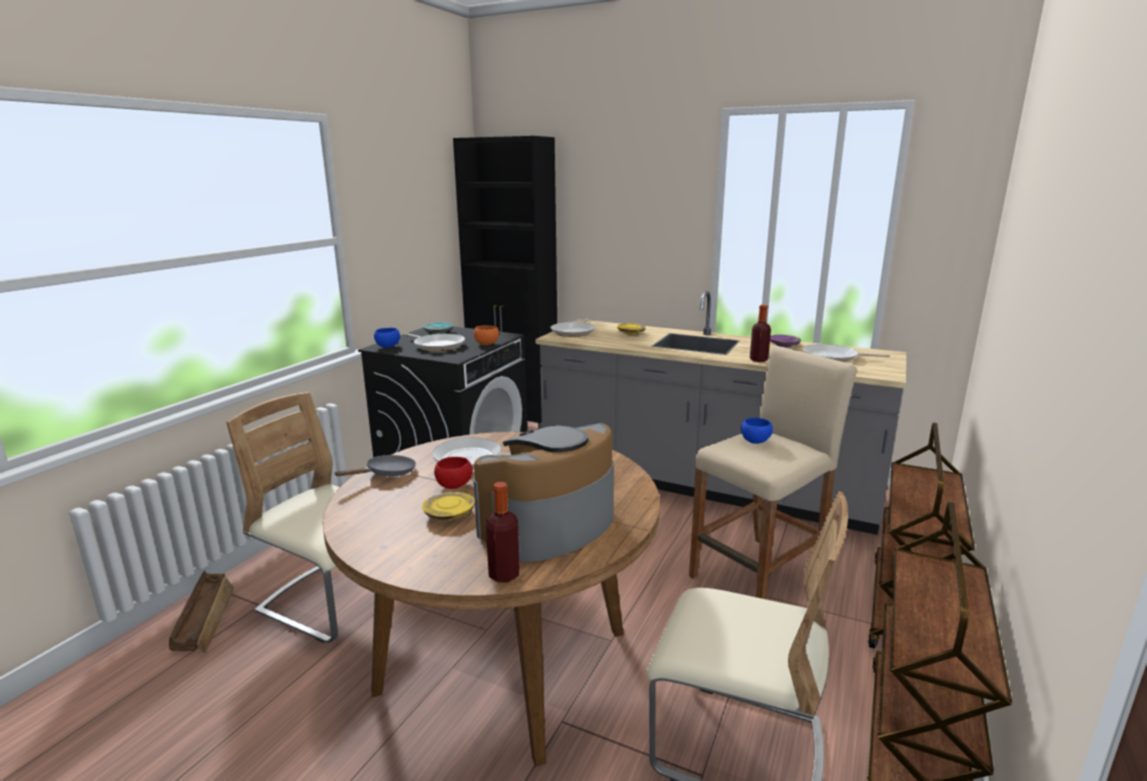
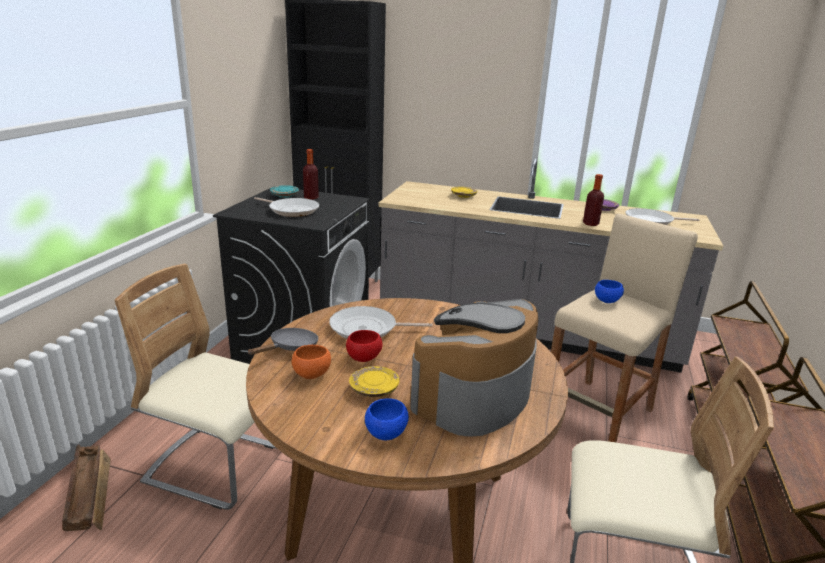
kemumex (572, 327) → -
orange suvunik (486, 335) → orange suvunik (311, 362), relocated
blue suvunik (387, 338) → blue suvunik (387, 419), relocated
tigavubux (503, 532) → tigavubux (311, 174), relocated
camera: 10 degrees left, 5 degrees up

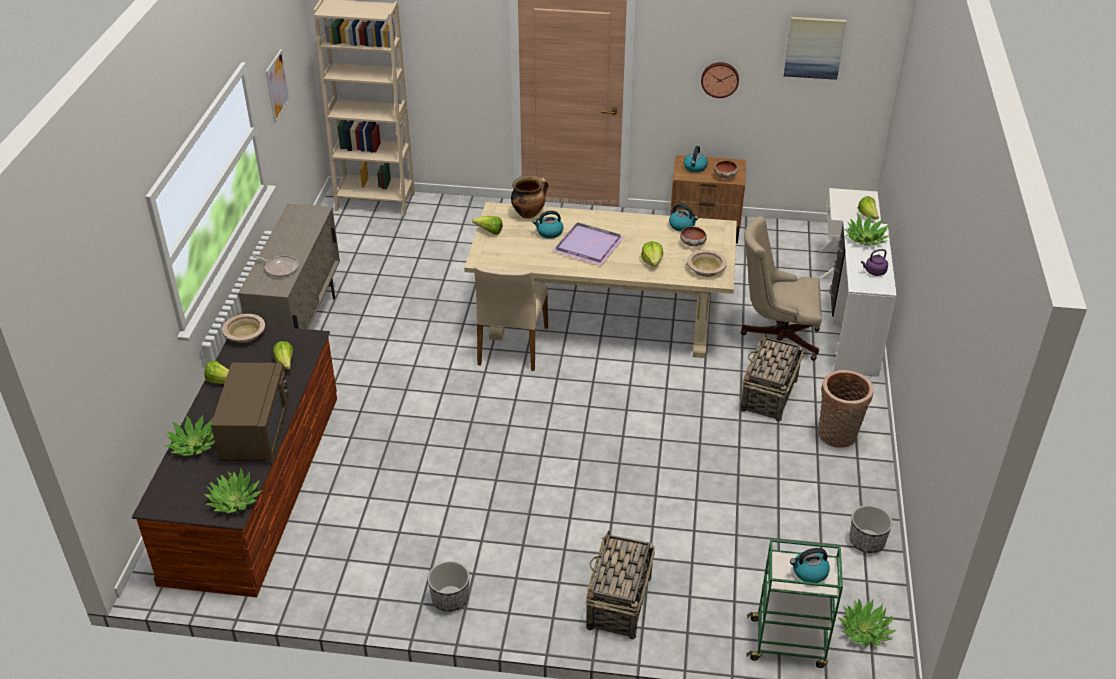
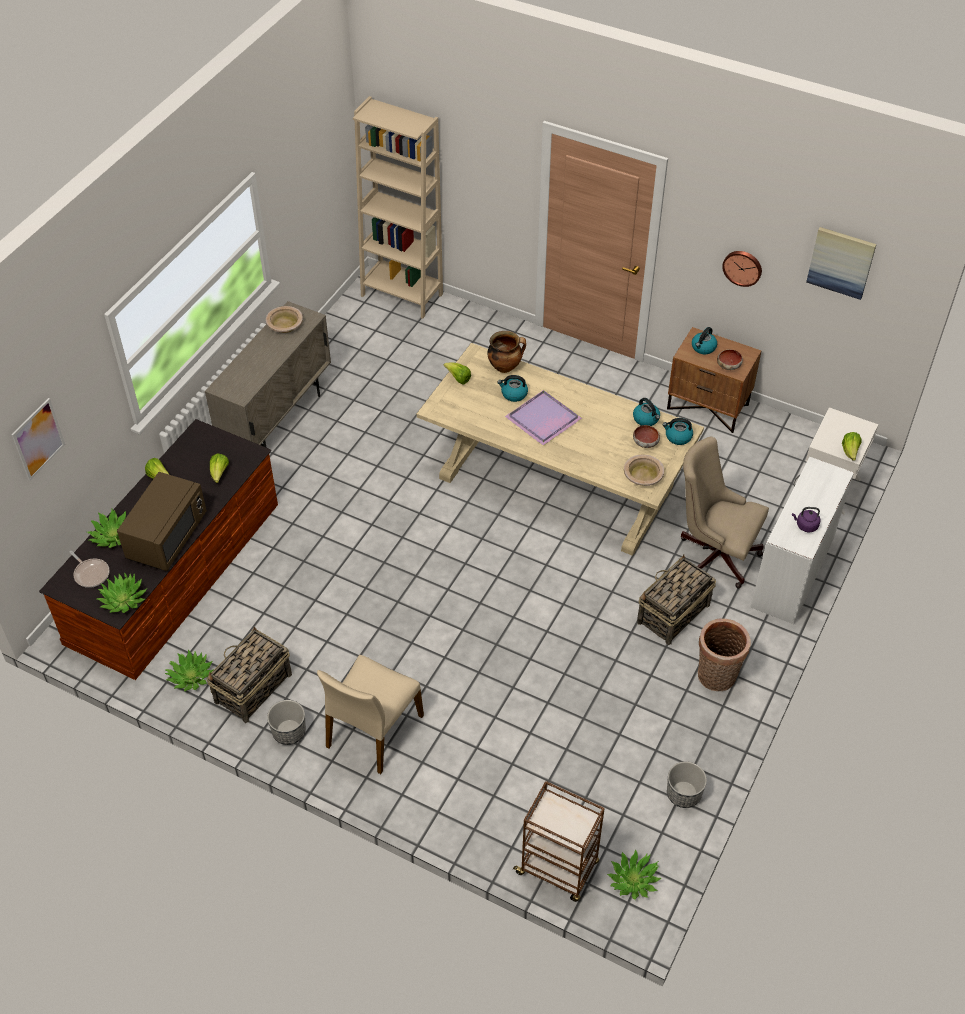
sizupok (278, 86) → sizupok (38, 439), relocated
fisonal (867, 230) → fisonal (189, 670), relocated
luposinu (652, 253) → -
kemumex (275, 266) → kemumex (89, 569), relocated
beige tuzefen (511, 318) → beige tuzefen (370, 714), relocated
beige suvunik (243, 328) → beige suvunik (284, 319), relocated
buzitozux (620, 585) → buzitozux (249, 675), relocated
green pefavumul (794, 603) → brown pefavumul (558, 841)
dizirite (810, 565) → dizirite (677, 431), relocated
camera: 20 degrees right, 10 degrees up

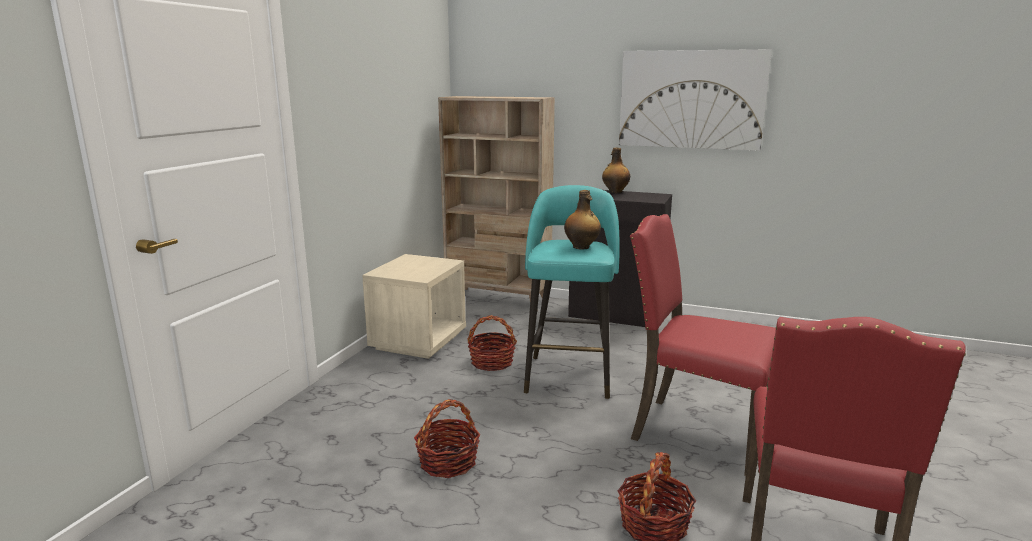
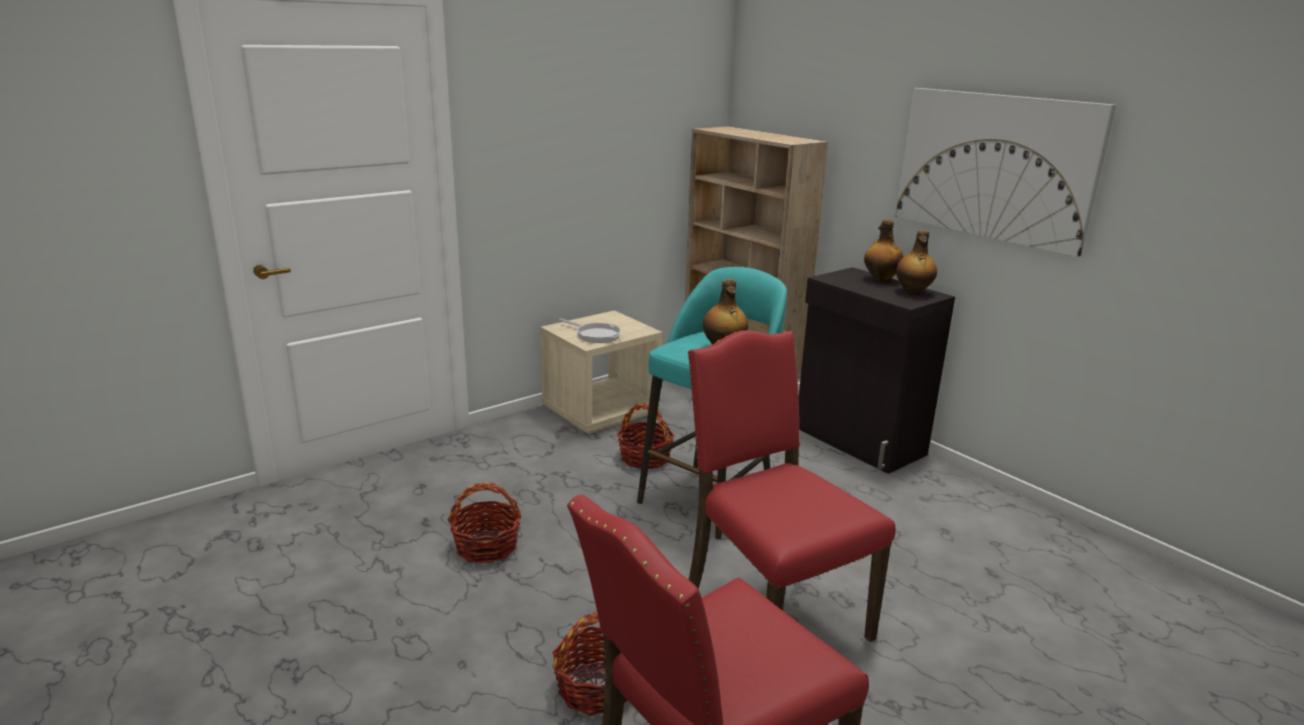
- → tigavubux (916, 262)
- → kemumex (590, 330)
camera: 30 degrees right, 5 degrees up

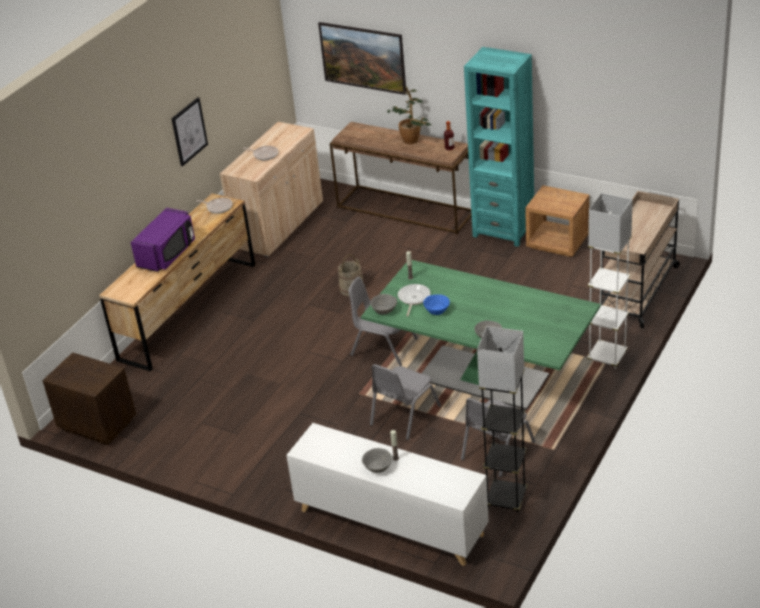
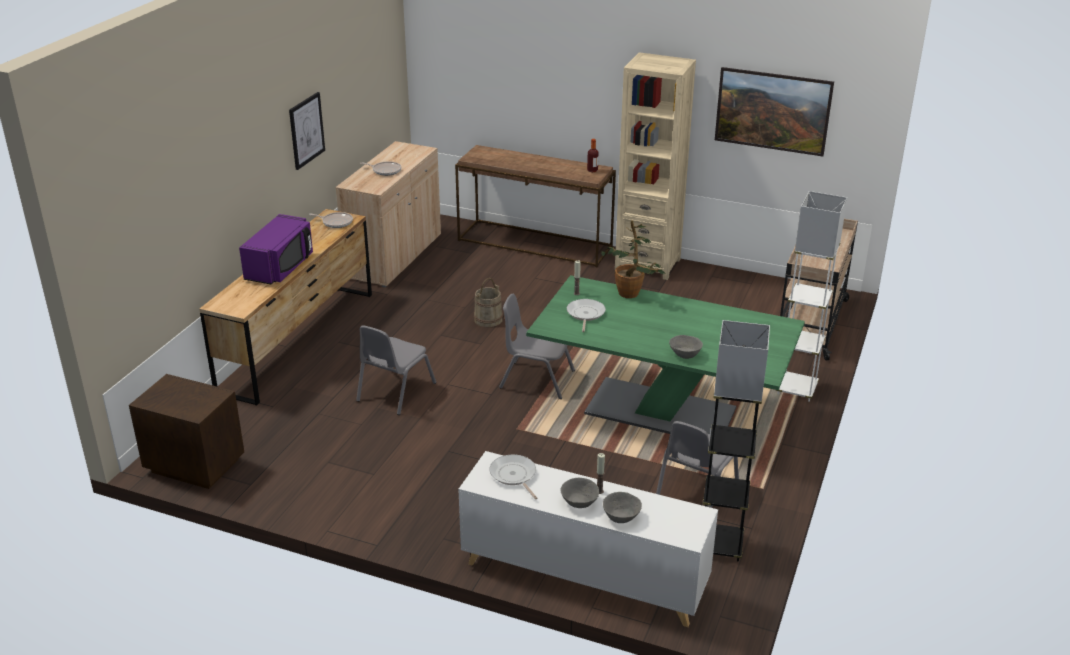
sizupok (362, 58) → sizupok (774, 111), relocated
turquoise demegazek (499, 147) → beige demegazek (655, 166)
fisonal (409, 115) → fisonal (633, 259), relocated
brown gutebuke (557, 221) → -
grey suvunik (383, 304) → grey suvunik (622, 507), relocated
blue suvunik (436, 304) → -
grey tuzefen (405, 402) → grey tuzefen (396, 370), relocated
- → kemumex (513, 477)
camera: 10 degrees left, 5 degrees down

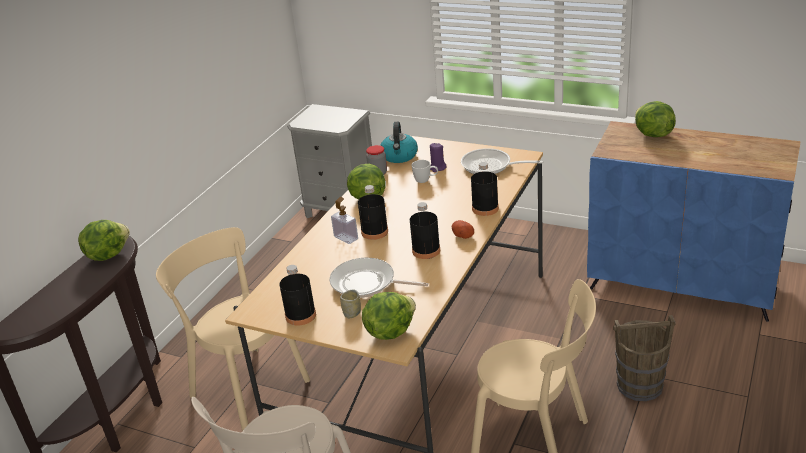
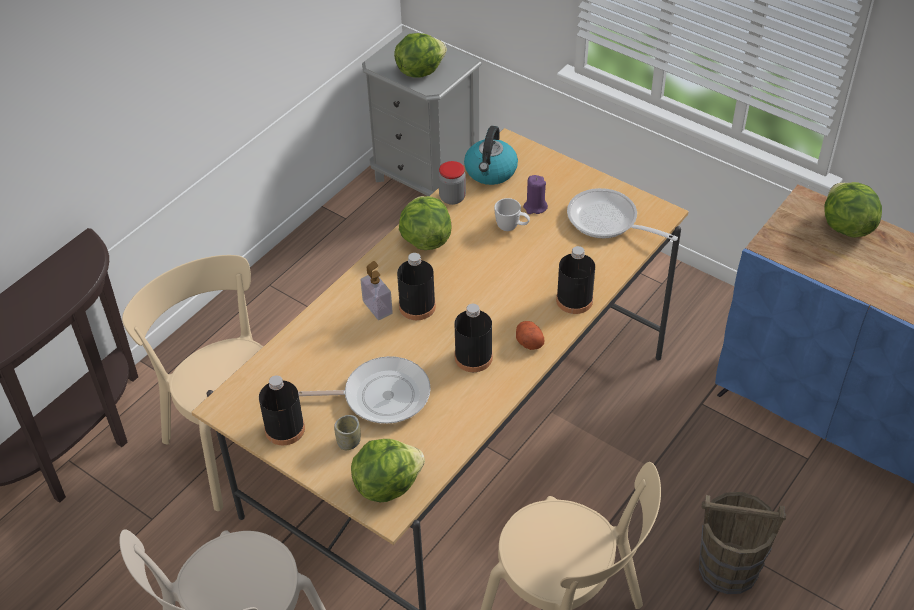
luposinu (104, 240) → luposinu (420, 55), relocated
kemumex (378, 278) → kemumex (364, 390), 150 degrees clockwise
camera: 10 degrees right, 15 degrees up

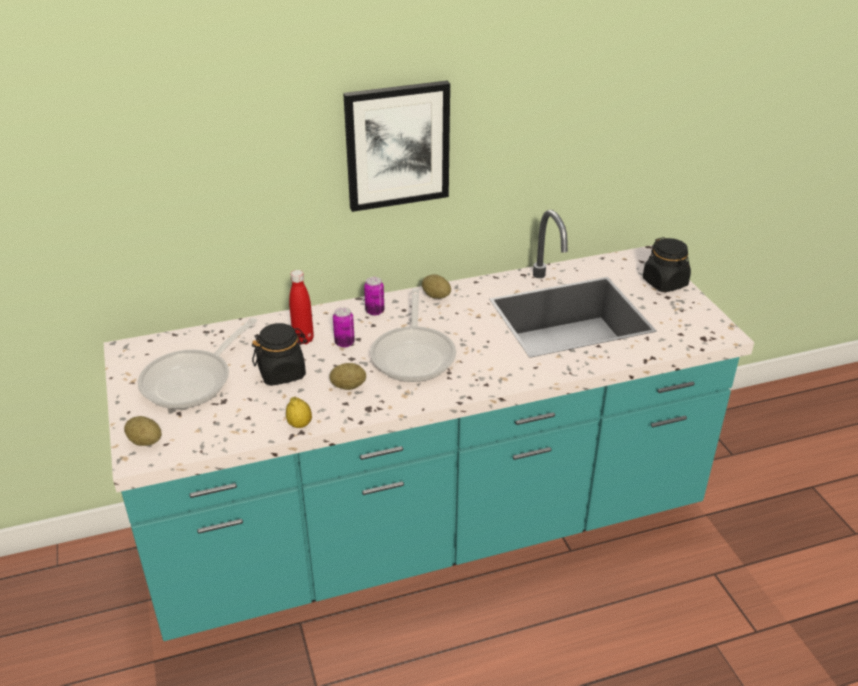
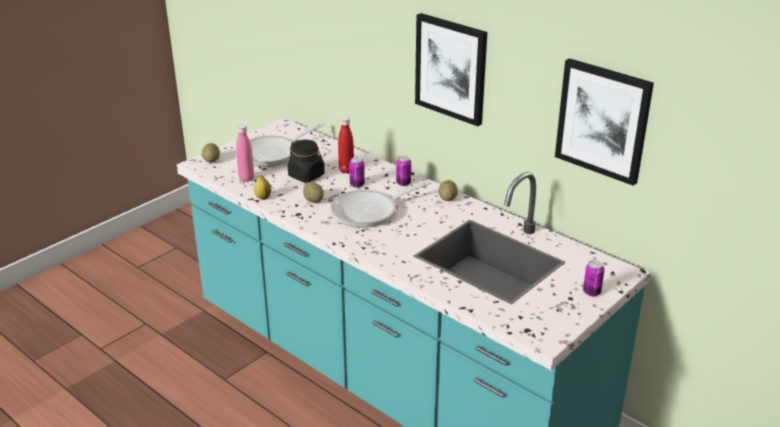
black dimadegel (667, 264) → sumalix (594, 278)
kemumex (197, 363) → kemumex (287, 144), 45 degrees counterclockwise
- → sizupok (604, 122)
- → pink tigavubux (245, 153)
camera: 60 degrees right, 5 degrees down

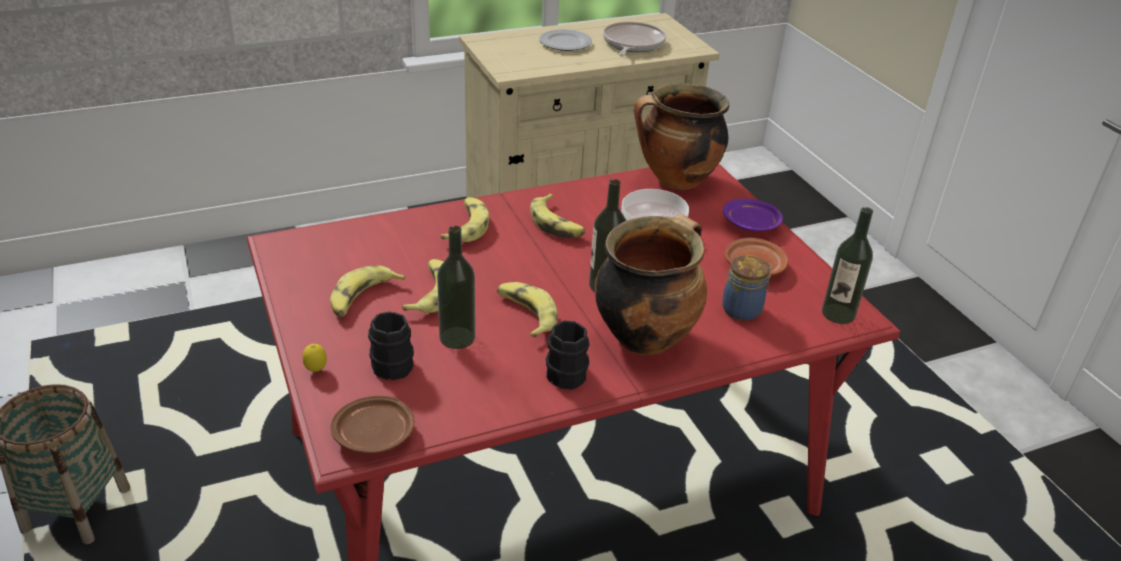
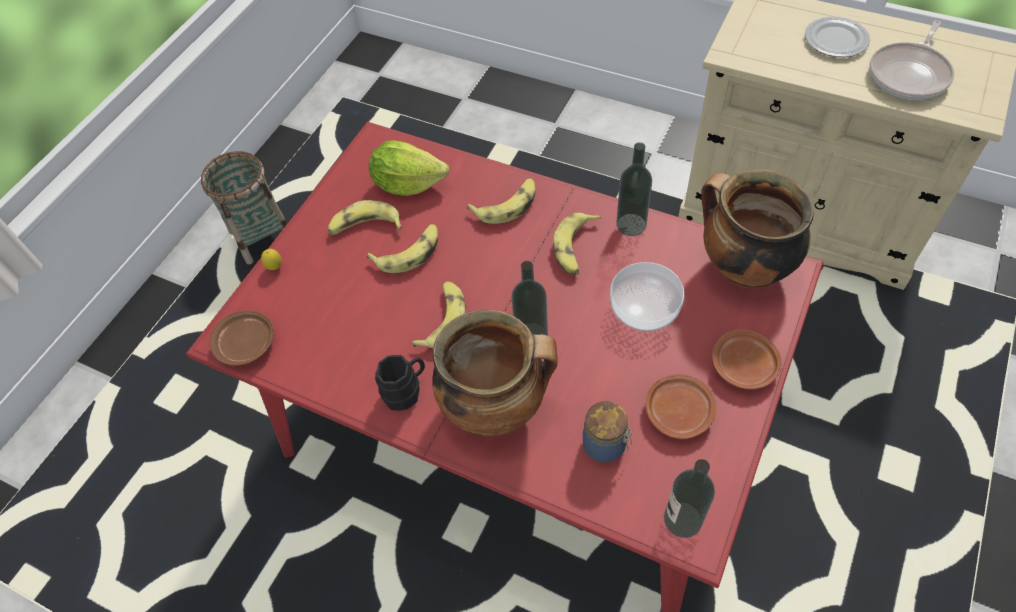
kemumex (634, 39) → kemumex (911, 60), 150 degrees clockwise
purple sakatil (753, 215) → brown sakatil (747, 359)
tigavubux (456, 287) → tigavubux (634, 189), relocated
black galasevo (391, 346) → -
- → luposinu (409, 168)
camera: 55 degrees right, 20 degrees up

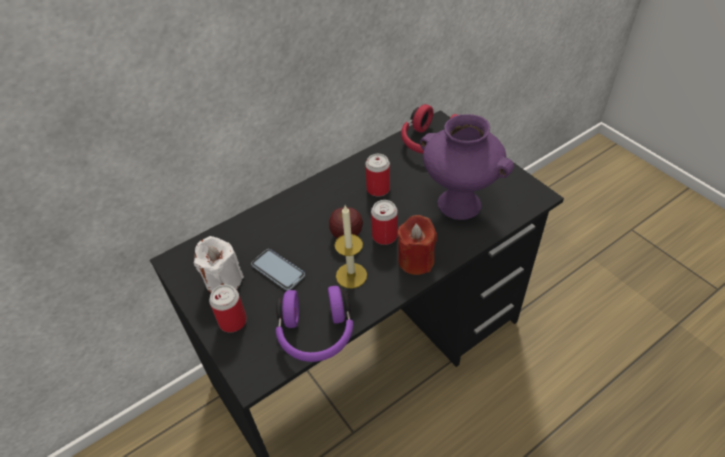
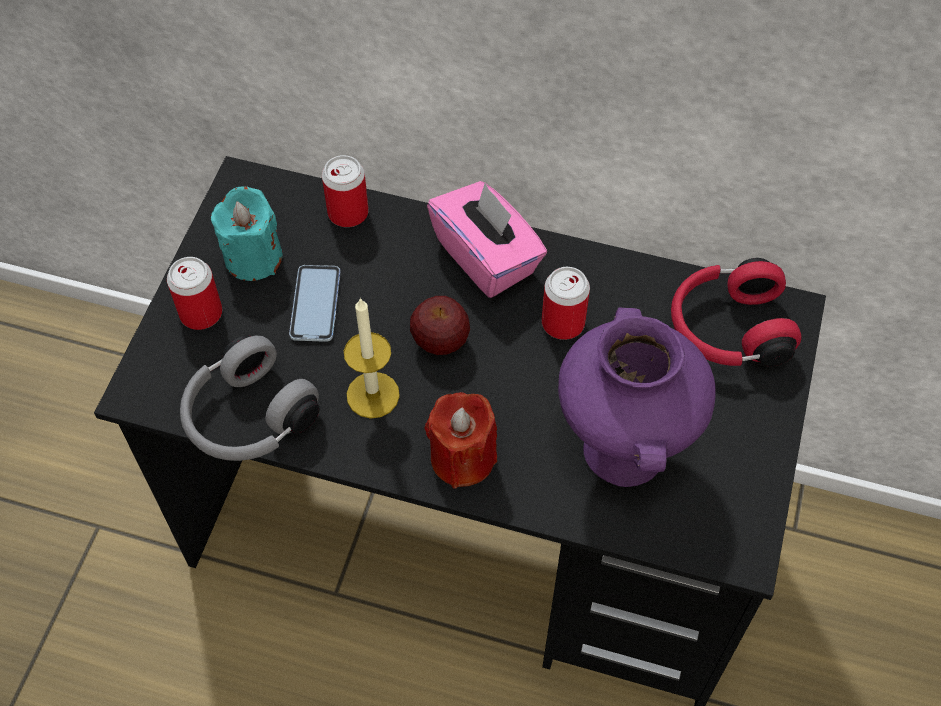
sumalix (384, 222) → sumalix (345, 191), relocated
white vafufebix (219, 264) → turquoise vafufebix (247, 233)
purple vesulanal (314, 324) → grey vesulanal (250, 398)
- → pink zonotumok (487, 239)
camera: 50 degrees right, 10 degrees up

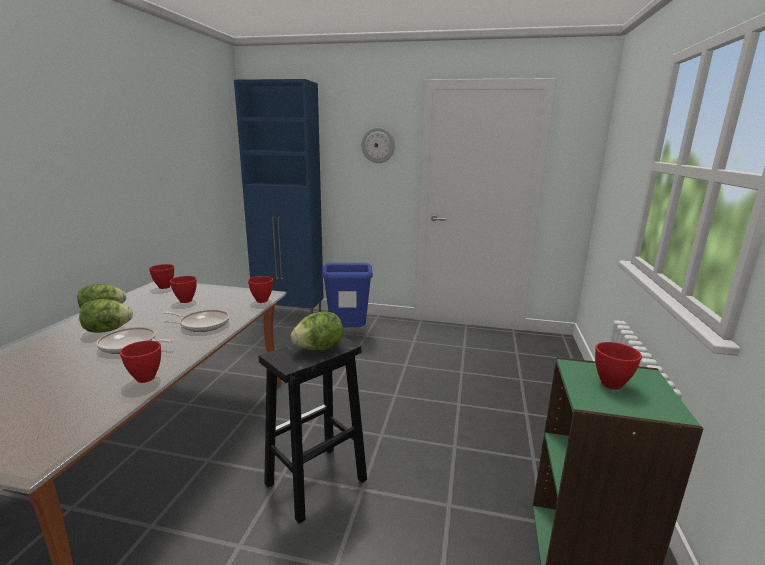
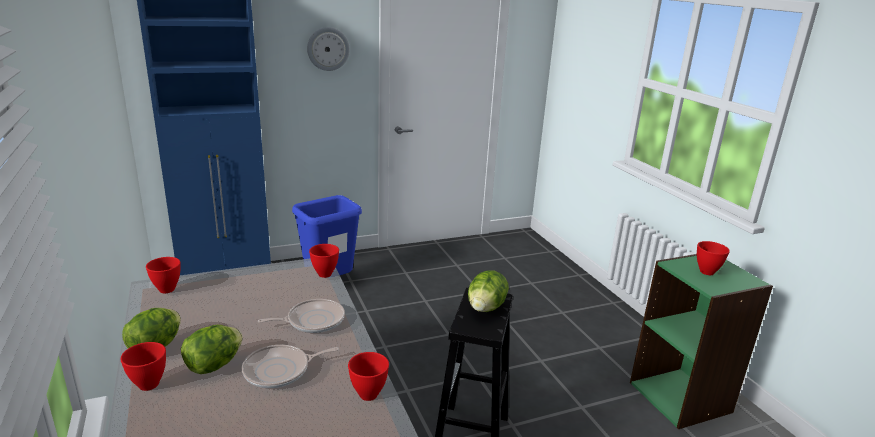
red suvunik (183, 289) → red suvunik (143, 366), relocated
camera: 35 degrees left, 5 degrees up

